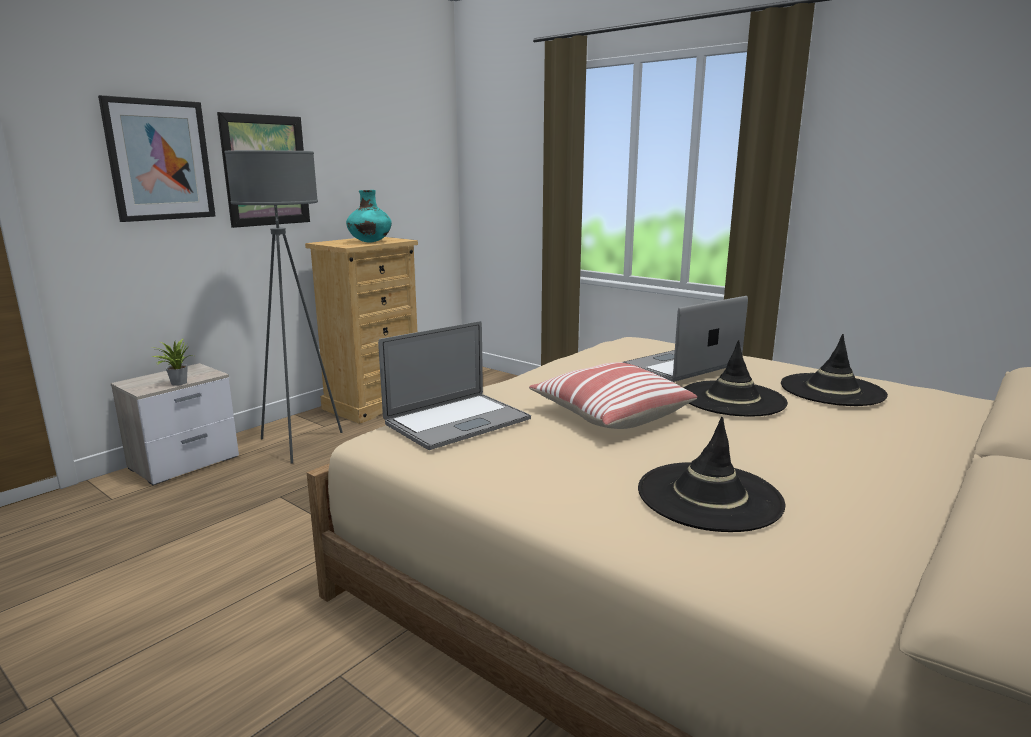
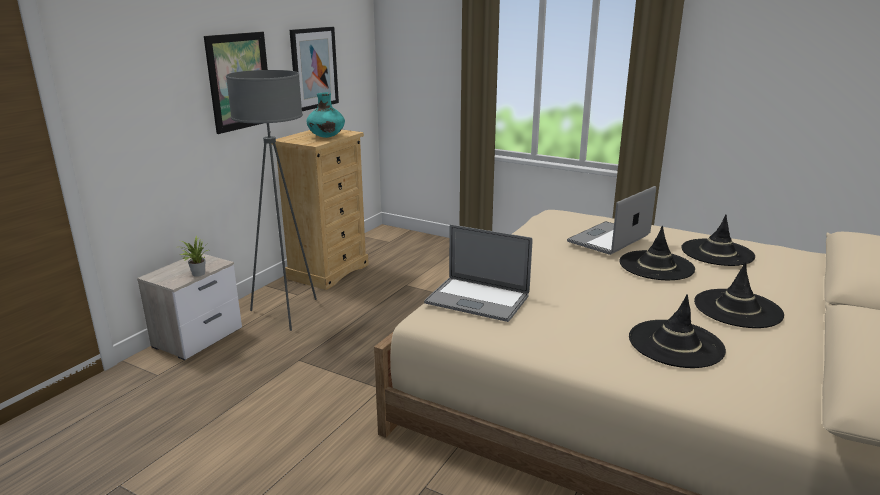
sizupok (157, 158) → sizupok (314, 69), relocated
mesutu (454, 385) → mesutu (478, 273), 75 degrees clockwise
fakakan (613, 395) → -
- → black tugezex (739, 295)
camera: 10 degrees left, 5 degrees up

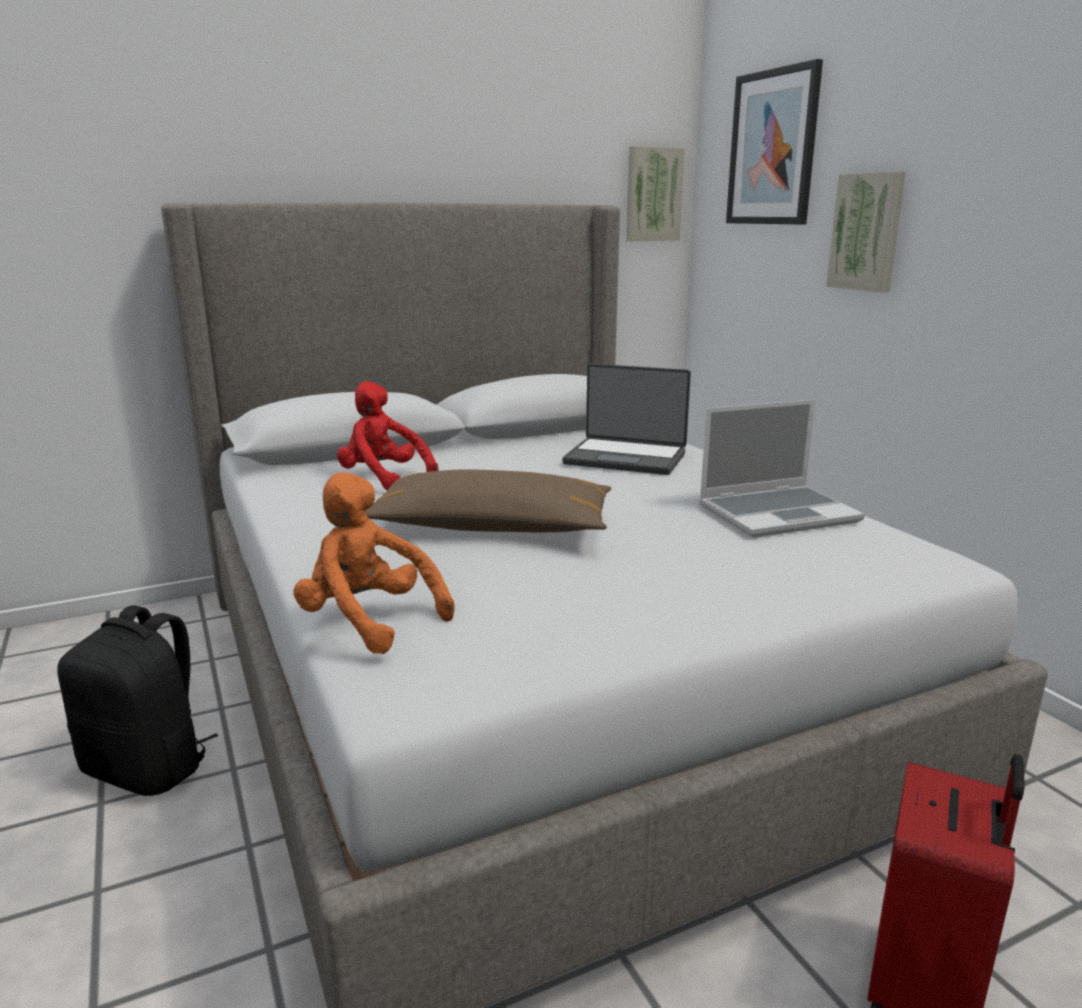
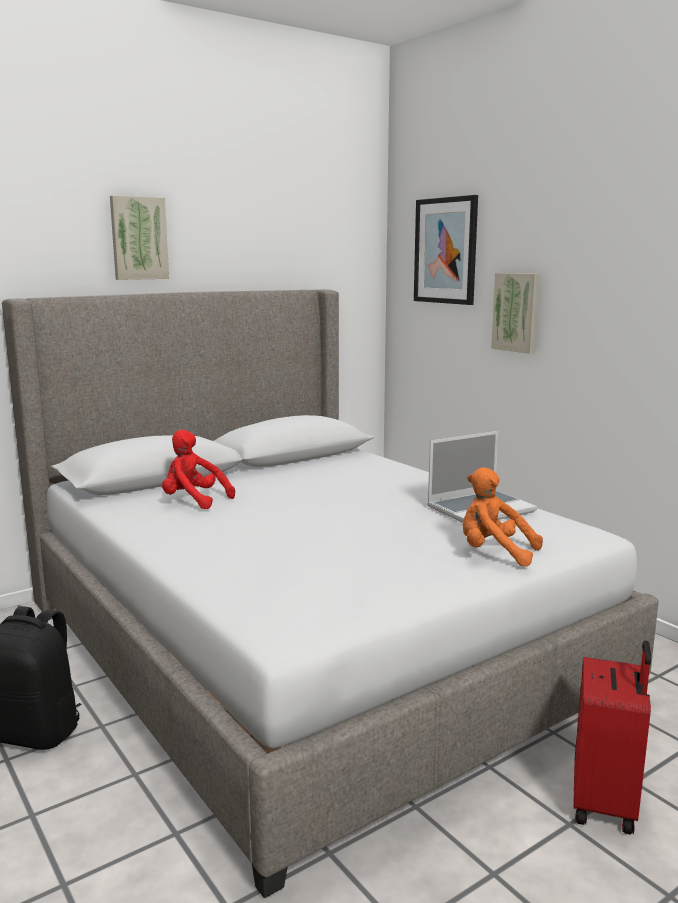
sizupok (655, 193) → sizupok (139, 238), relocated
mesutu (626, 419) → -
brown fakakan (488, 501) → -
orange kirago (373, 563) → orange kirago (502, 516), relocated
camera: 10 degrees left, 5 degrees down

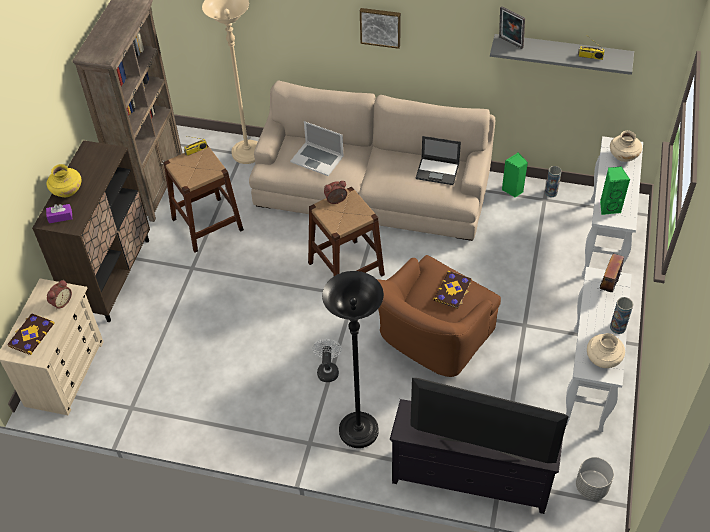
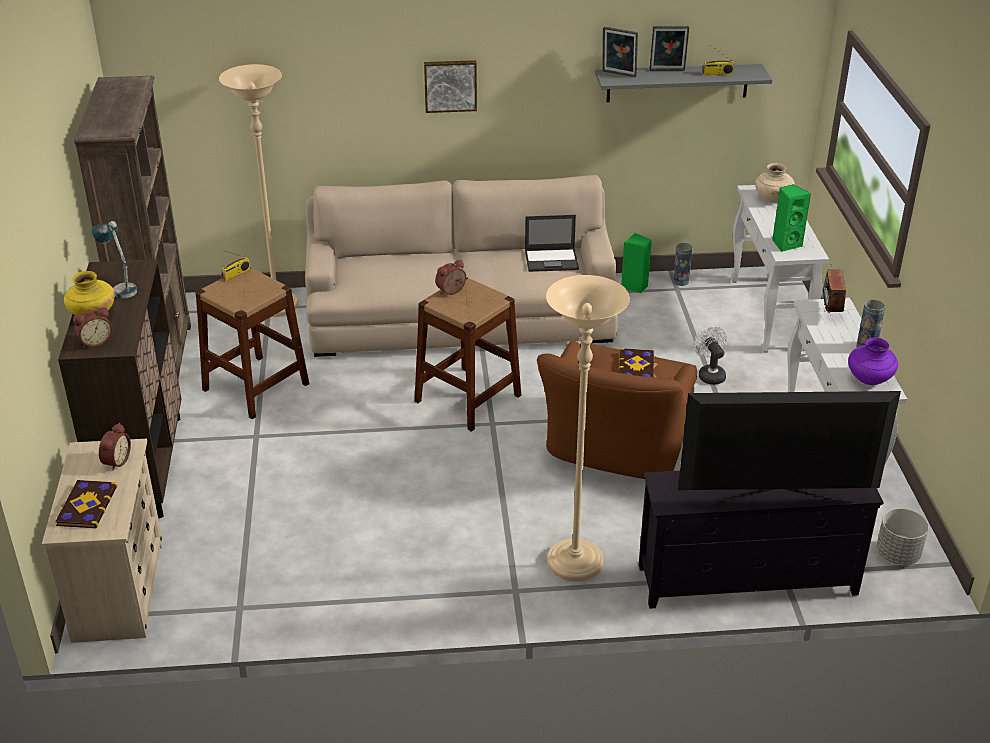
mesutu (317, 148) → -
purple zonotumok (59, 213) → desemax (93, 327)
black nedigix (353, 359) → beige nedigix (588, 428)
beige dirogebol (606, 350) → purple dirogebol (873, 361)
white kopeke (327, 360) → white kopeke (710, 355), relocated
- → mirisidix (669, 48)
- → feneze (114, 260)
camera: 20 degrees left, 15 degrees down

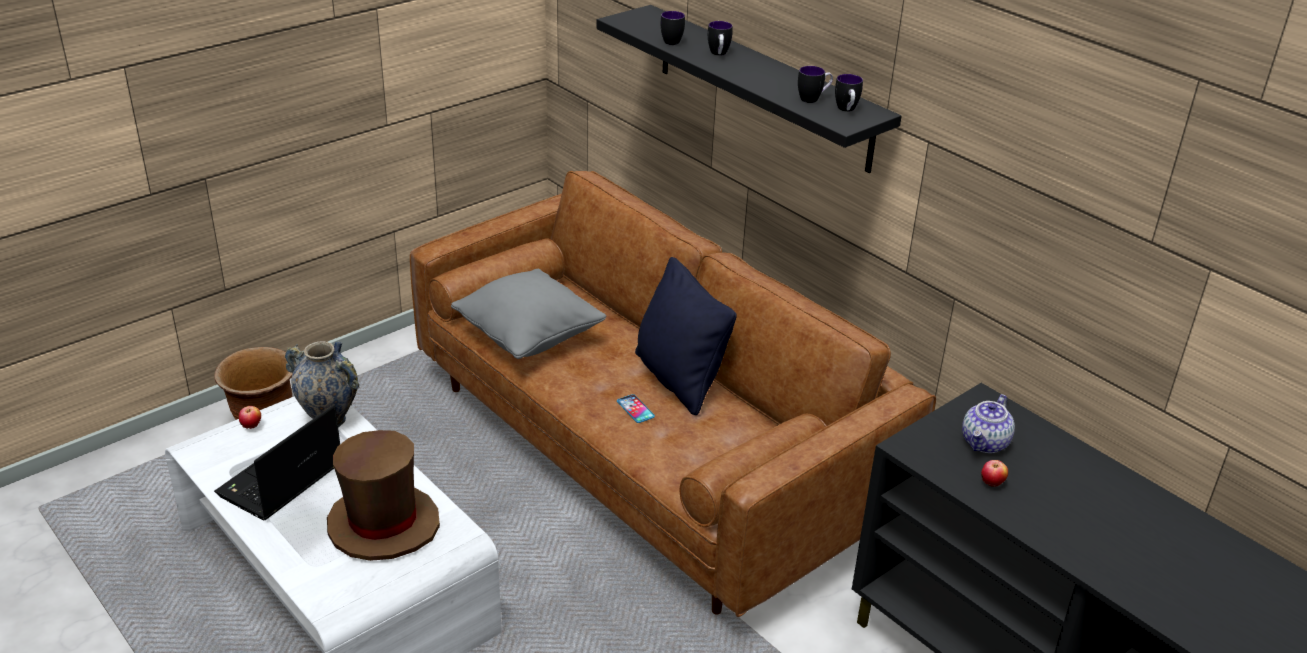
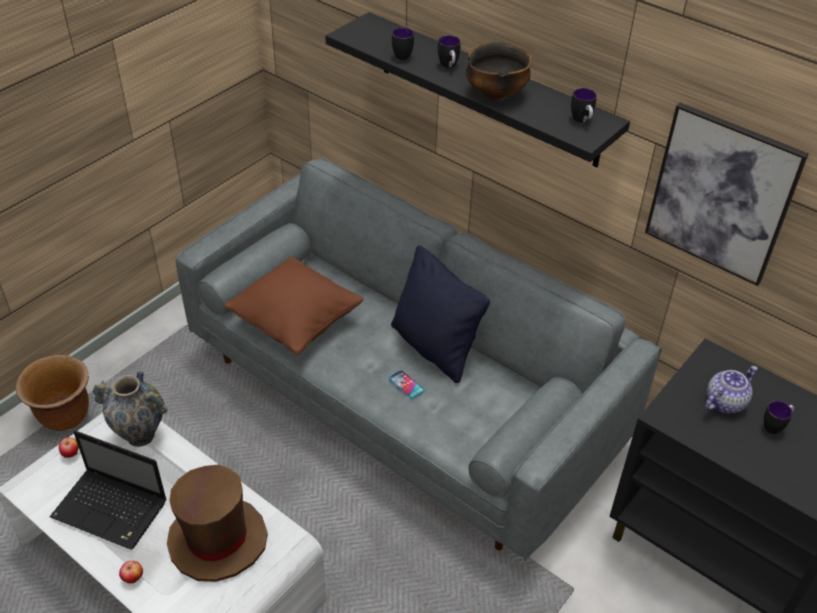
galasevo (815, 84) → galasevo (779, 417), relocated
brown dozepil (673, 394) → grey dozepil (419, 359)
grey fakakan (528, 314) → brown fakakan (293, 305)
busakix (988, 423) → busakix (731, 389), 150 degrees counterclockwise
mesutu (277, 462) → mesutu (108, 490), 90 degrees counterclockwise
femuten (994, 473) → femuten (131, 572), relocated
- → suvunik (499, 71)
- → sizupok (727, 194)
camera: 10 degrees left, 10 degrees up

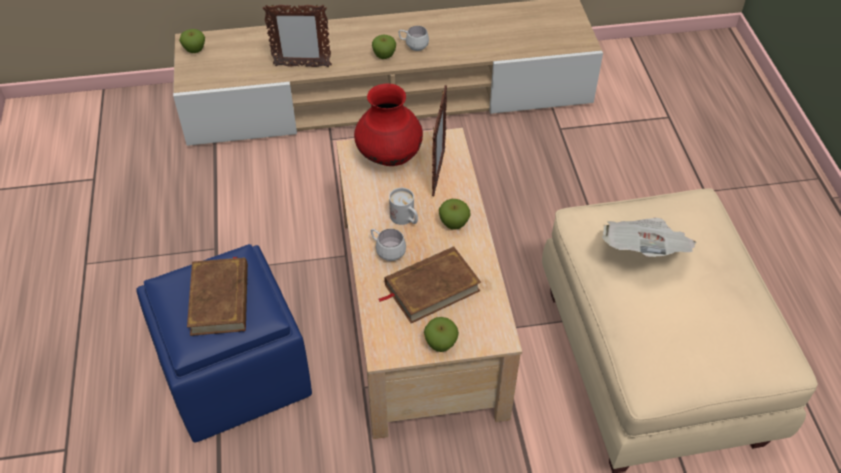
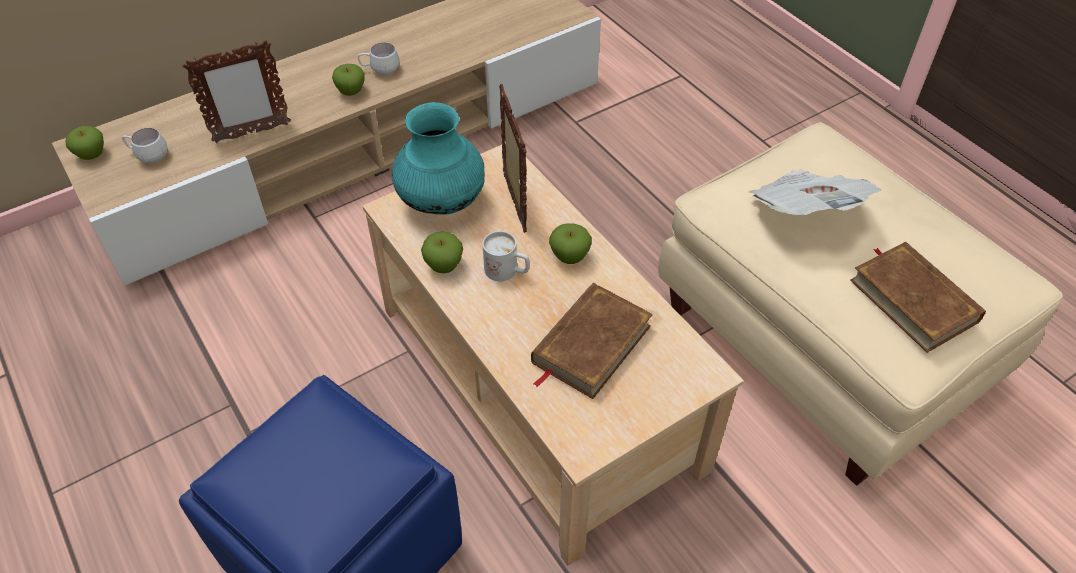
red dirogebol (388, 125) → turquoise dirogebol (438, 158)
white galasevo (388, 245) → white galasevo (145, 145), relocated
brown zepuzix (217, 296) → brown zepuzix (918, 297), relocated
femuten (441, 334) → femuten (442, 252), relocated
camera: 25 degrees left, 0 degrees up

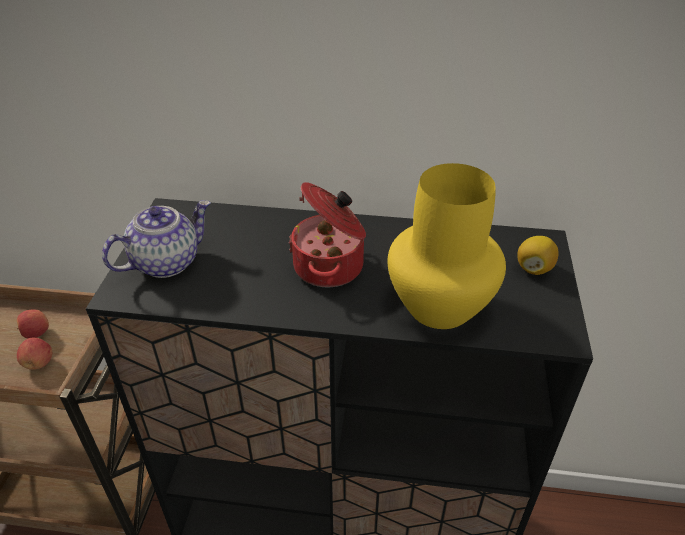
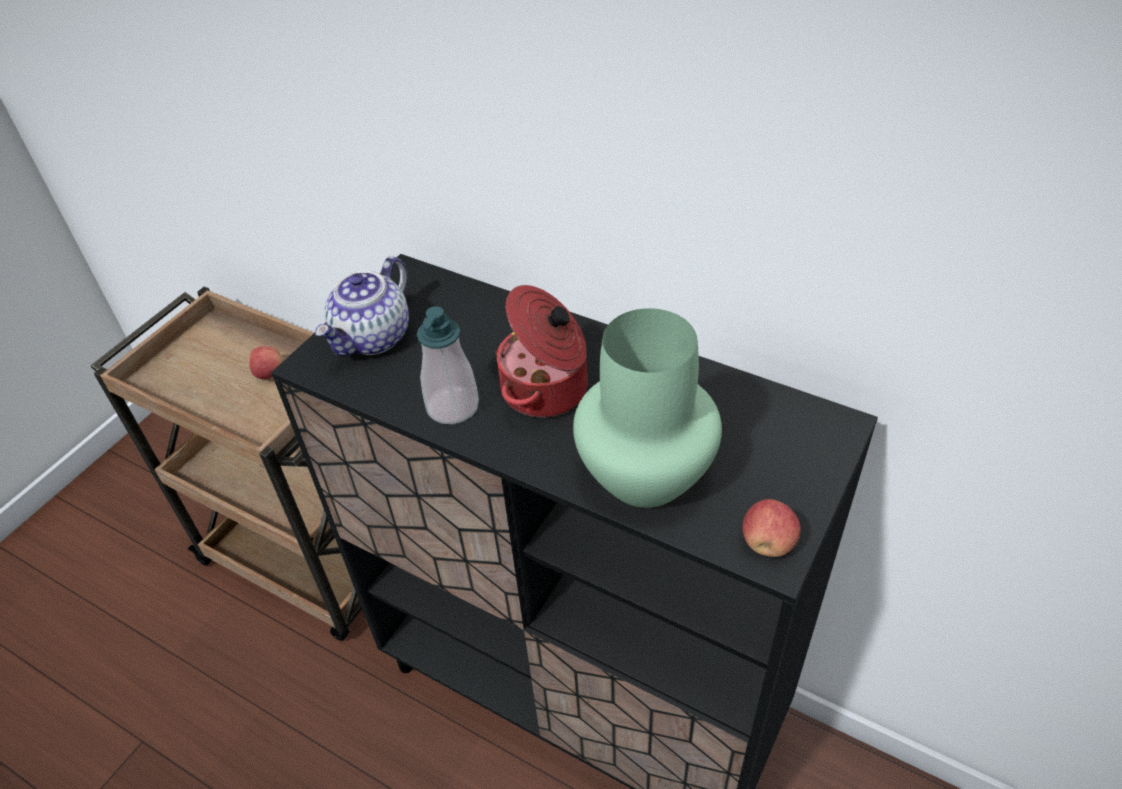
yellow dirogebol (447, 246) → green dirogebol (647, 408)
busakix (156, 239) → busakix (362, 306), 135 degrees clockwise
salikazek (538, 255) → -
femuten (34, 354) → femuten (771, 528), relocated
- → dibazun (448, 365)
camera: 25 degrees right, 5 degrees up

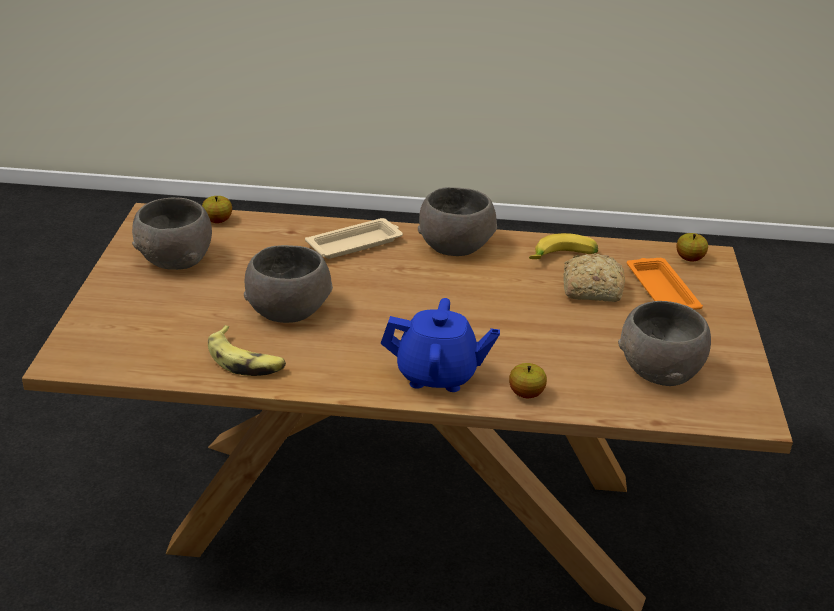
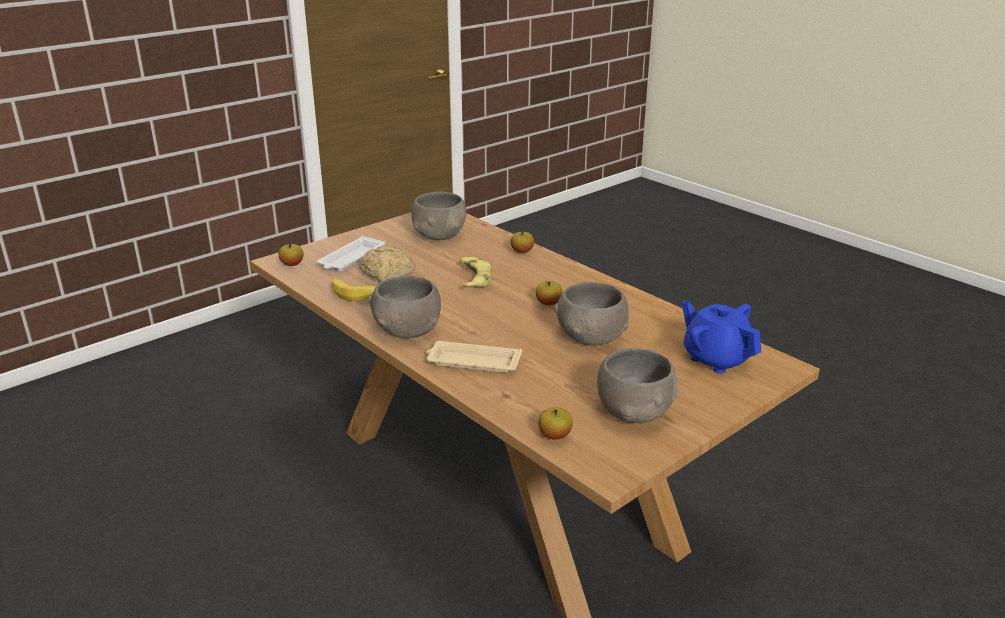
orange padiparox (665, 284) → white padiparox (351, 253)
blue busakix (440, 345) → blue busakix (721, 337), relocated
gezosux (247, 350) → gezosux (476, 272), relocated
- → femuten (549, 293)
camera: 135 degrees left, 5 degrees down

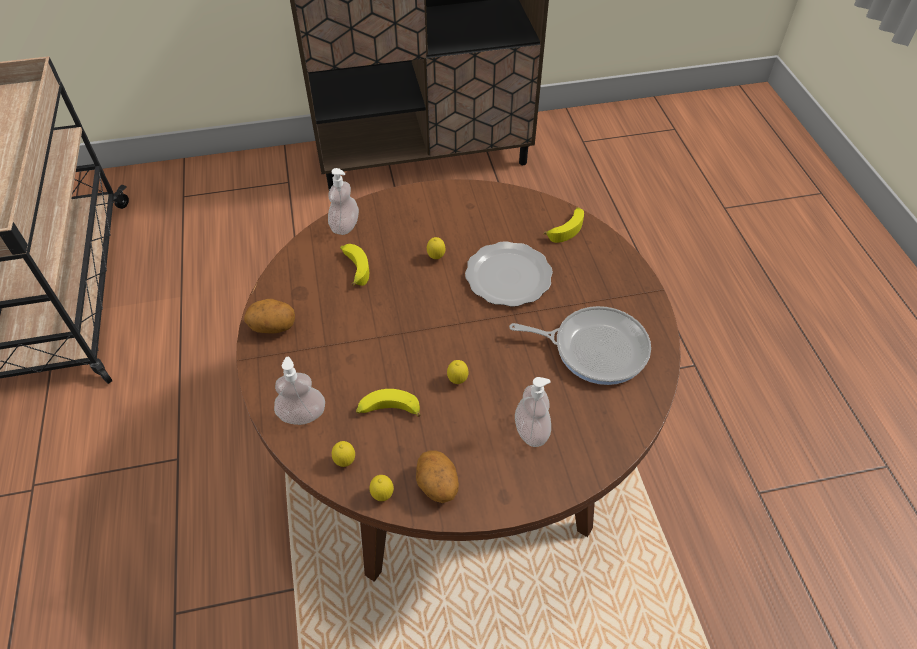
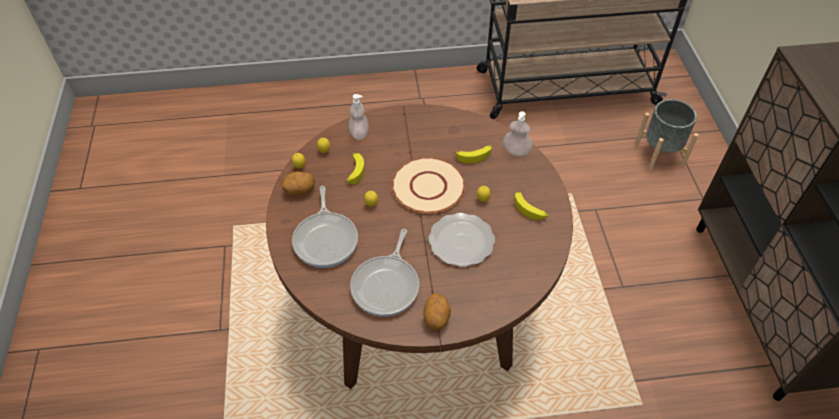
gezosux (564, 225) → gezosux (531, 205), relocated
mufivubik (269, 316) → mufivubik (437, 311), relocated
dibazun (533, 412) → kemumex (325, 227)
- → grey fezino (666, 135)
- → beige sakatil (428, 185)
camera: 95 degrees right, 0 degrees up

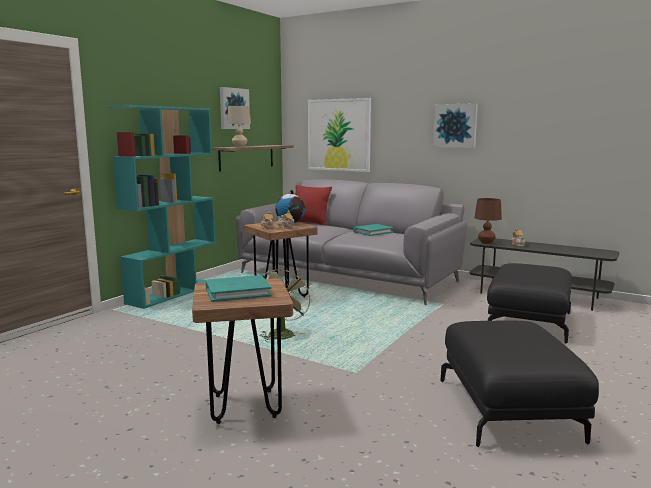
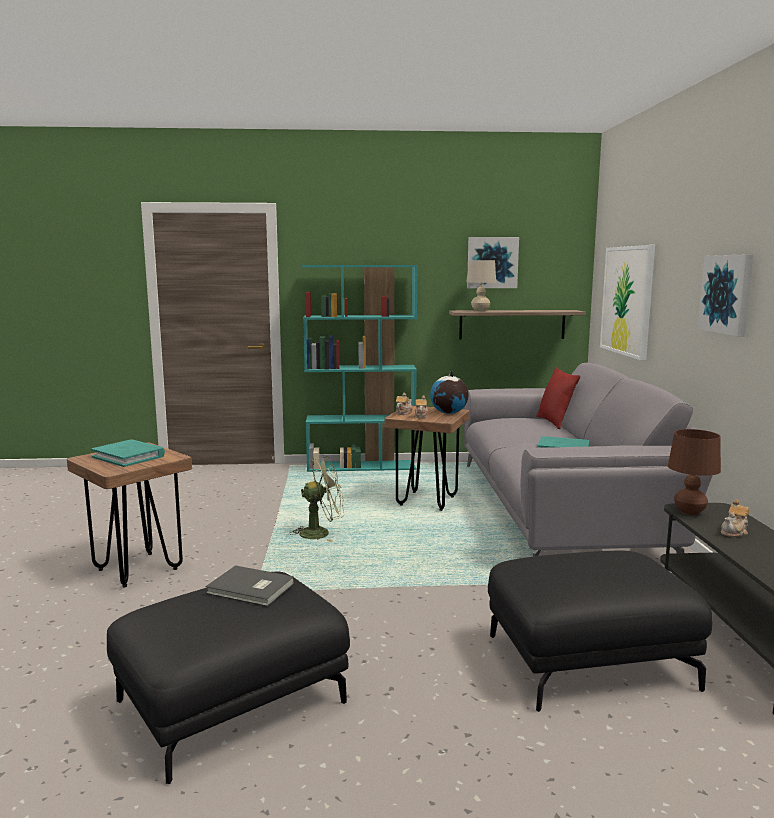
- → grey zepuzix (249, 585)
camera: 55 degrees right, 0 degrees up

